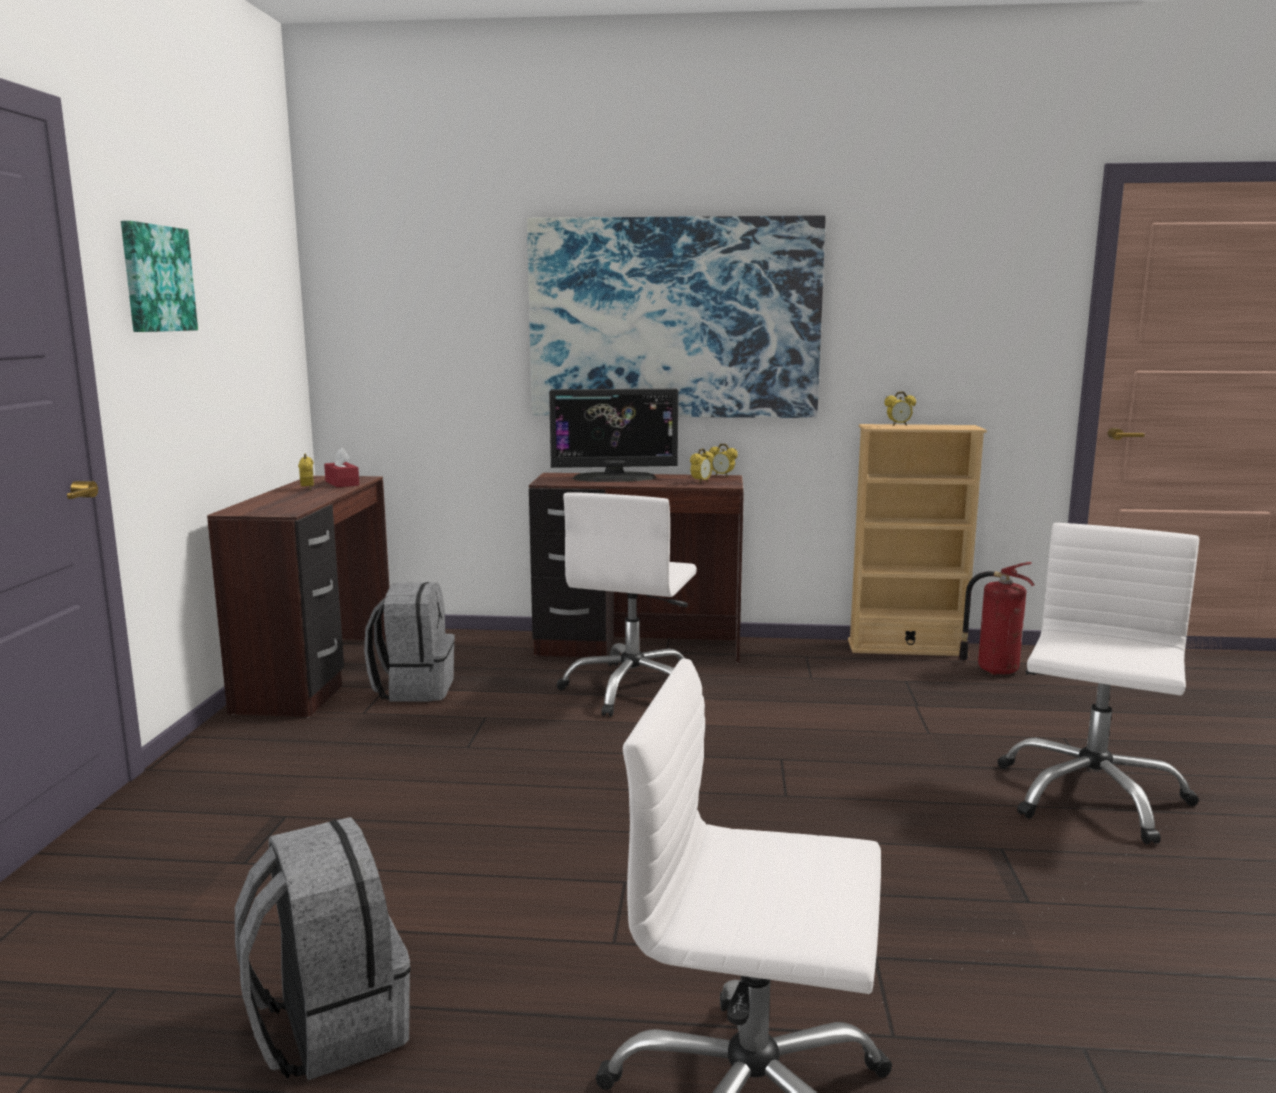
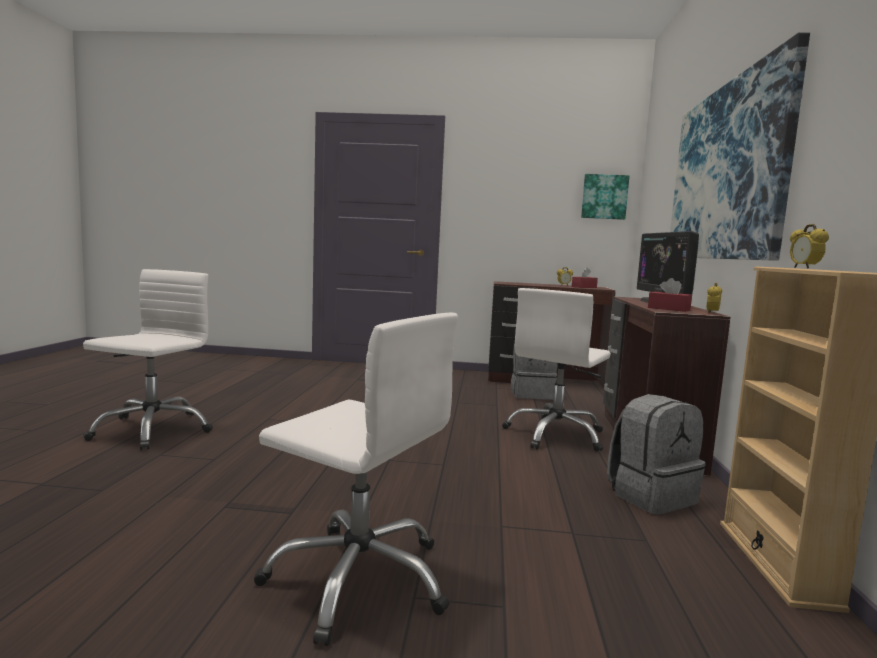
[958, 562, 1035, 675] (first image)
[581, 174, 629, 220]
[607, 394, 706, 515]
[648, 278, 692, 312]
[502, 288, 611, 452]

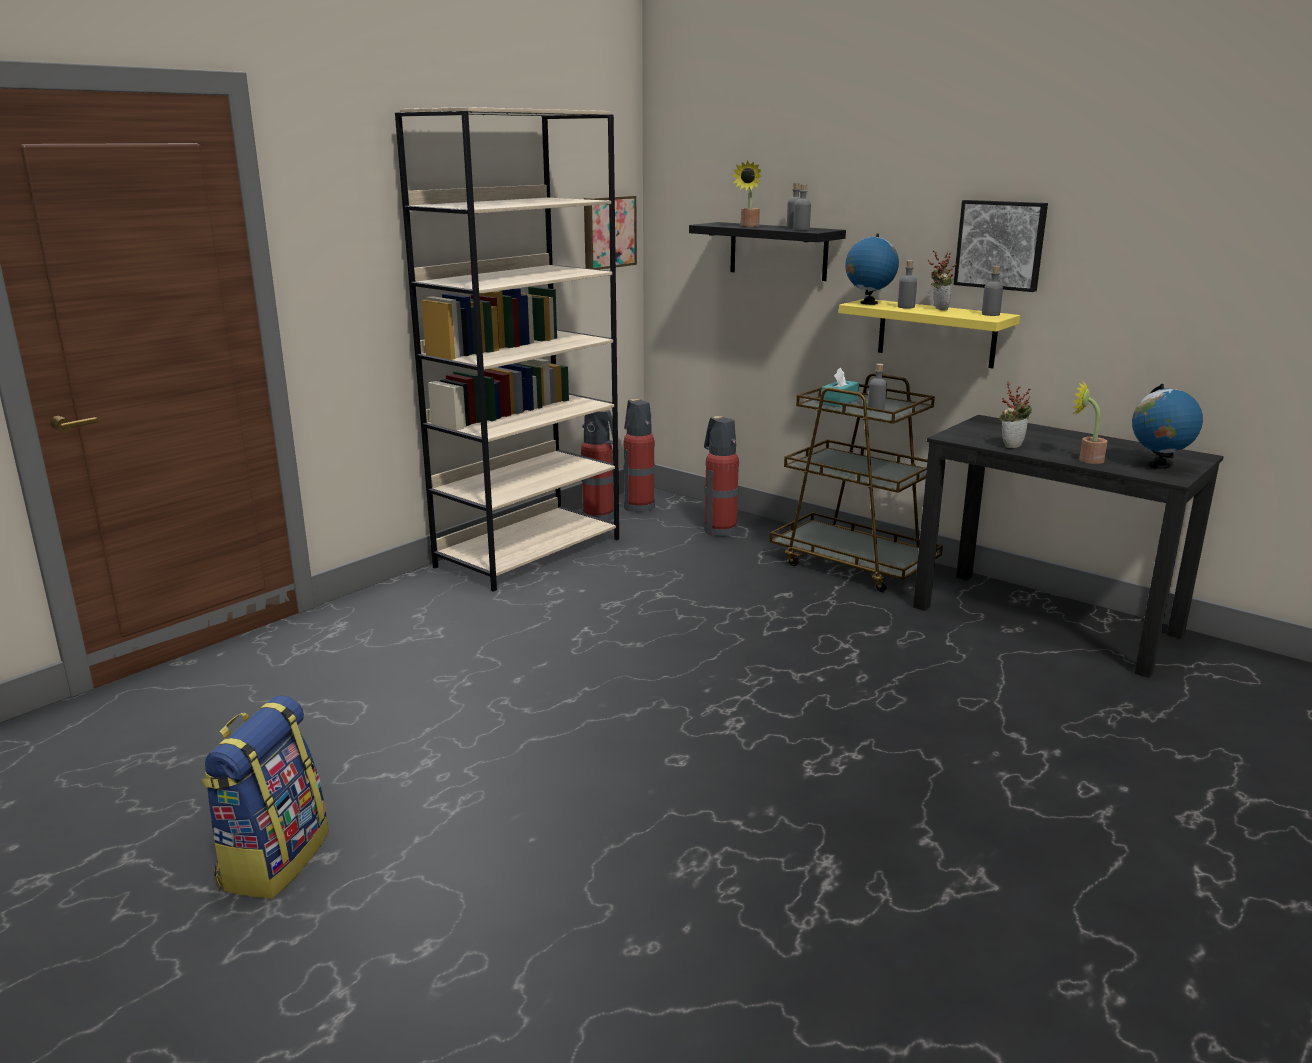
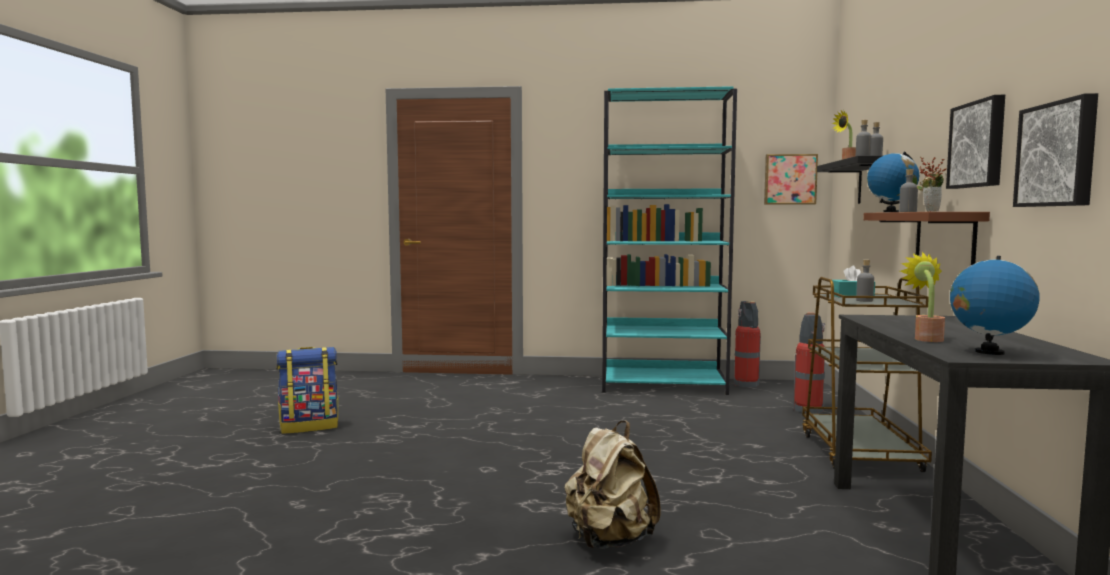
[623, 399, 655, 512] (first image)
[982, 266, 1003, 316] (first image)
[999, 382, 1032, 448] (first image)
[564, 421, 661, 549]
[1013, 93, 1098, 207]
[602, 86, 737, 395]
[863, 212, 990, 265]

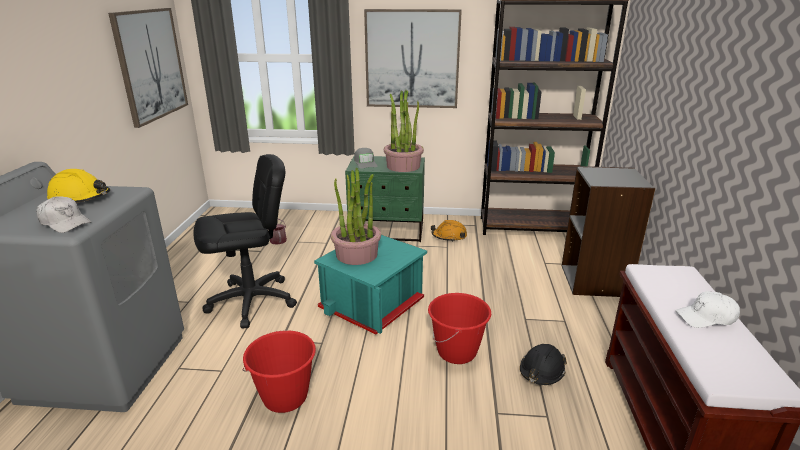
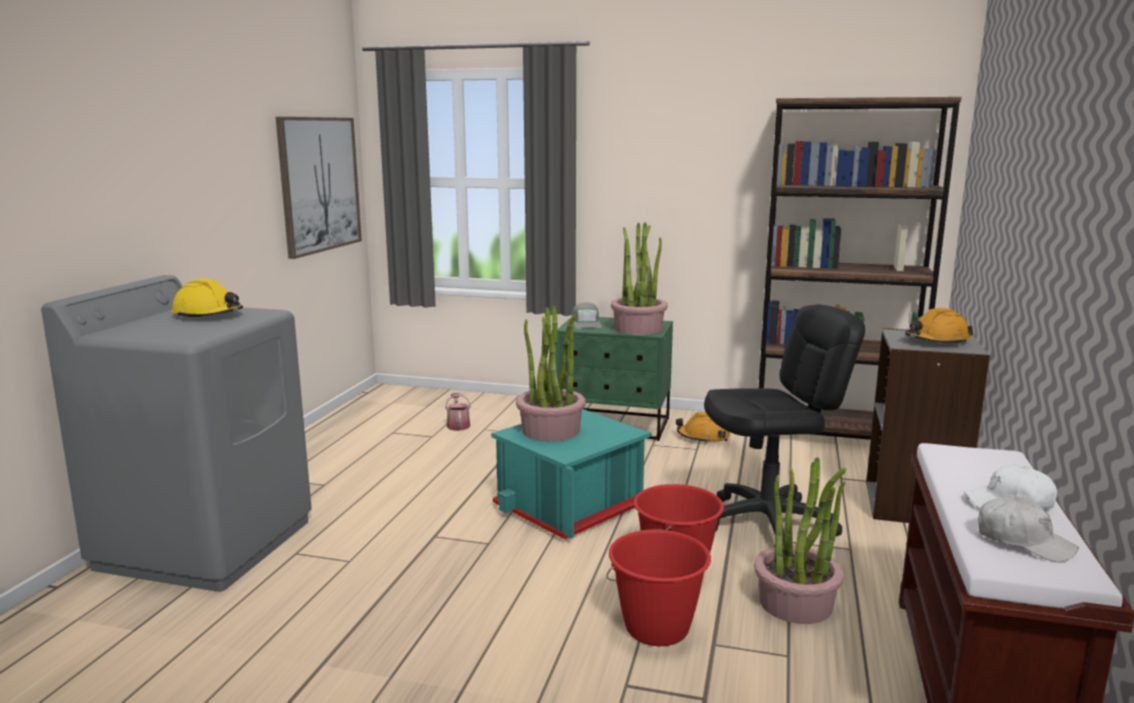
[364, 9, 462, 108] (first image)
[905, 308, 973, 345]
[978, 497, 1079, 562]
[704, 305, 865, 547]
[606, 529, 711, 646]
[754, 457, 846, 624]

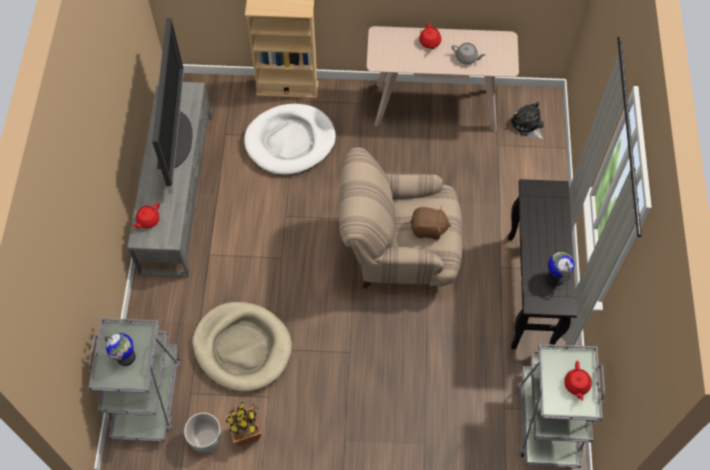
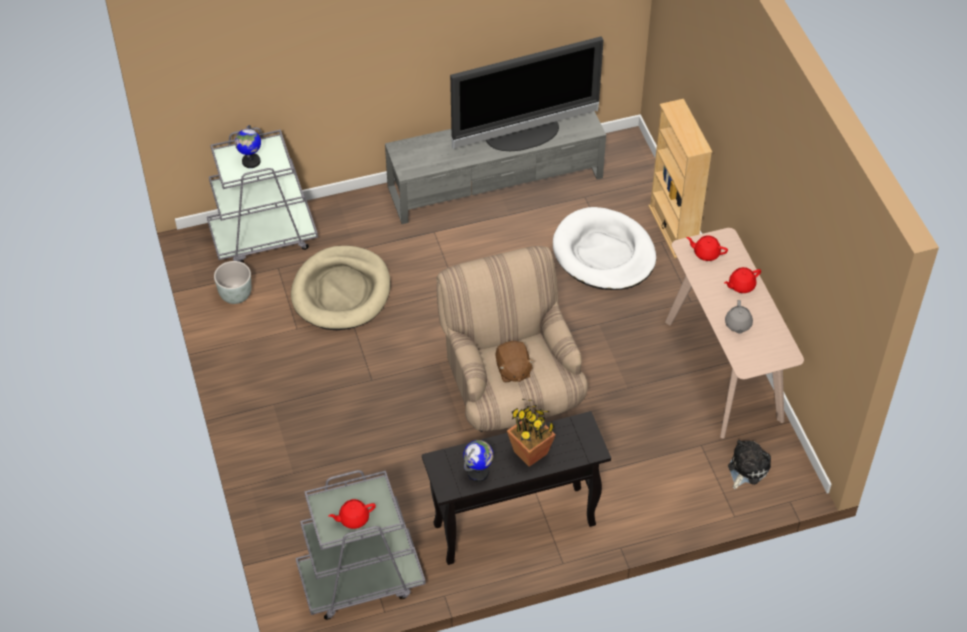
[686, 236, 728, 261]
[507, 399, 556, 467]

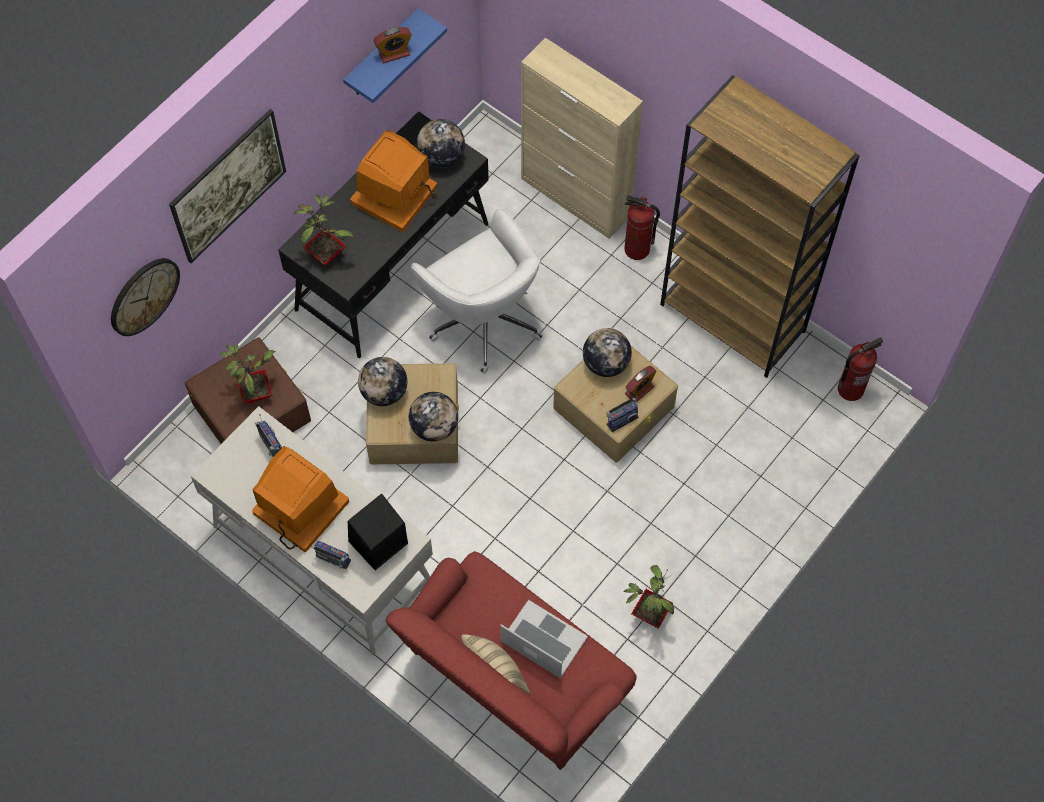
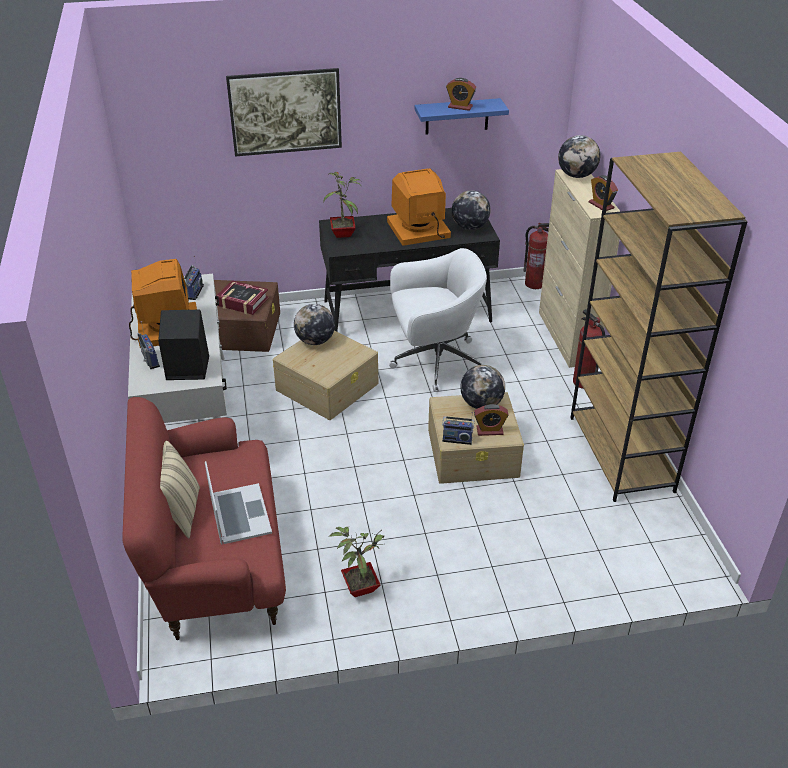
[111, 258, 180, 336] (first image)
[589, 175, 618, 211]
[558, 135, 601, 178]
[524, 223, 549, 289]
[217, 280, 269, 315]
[389, 248, 487, 392]

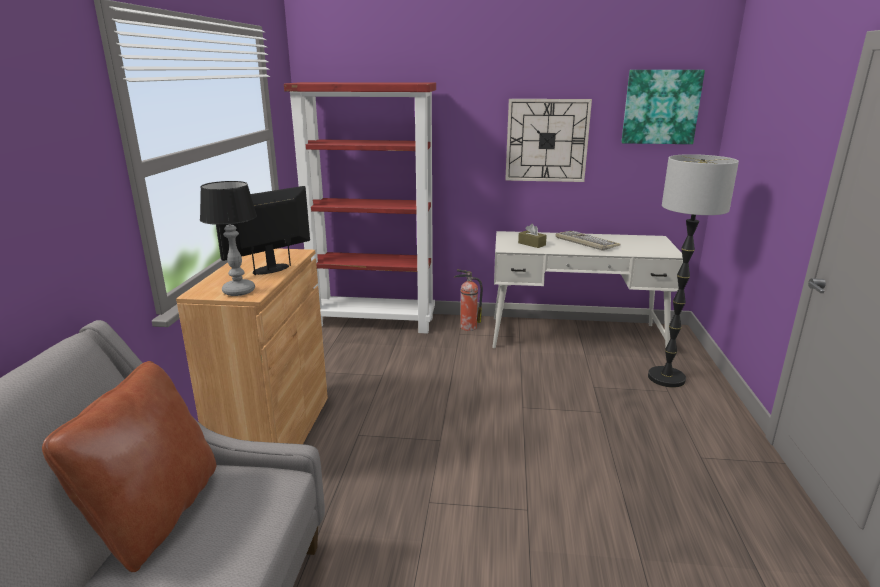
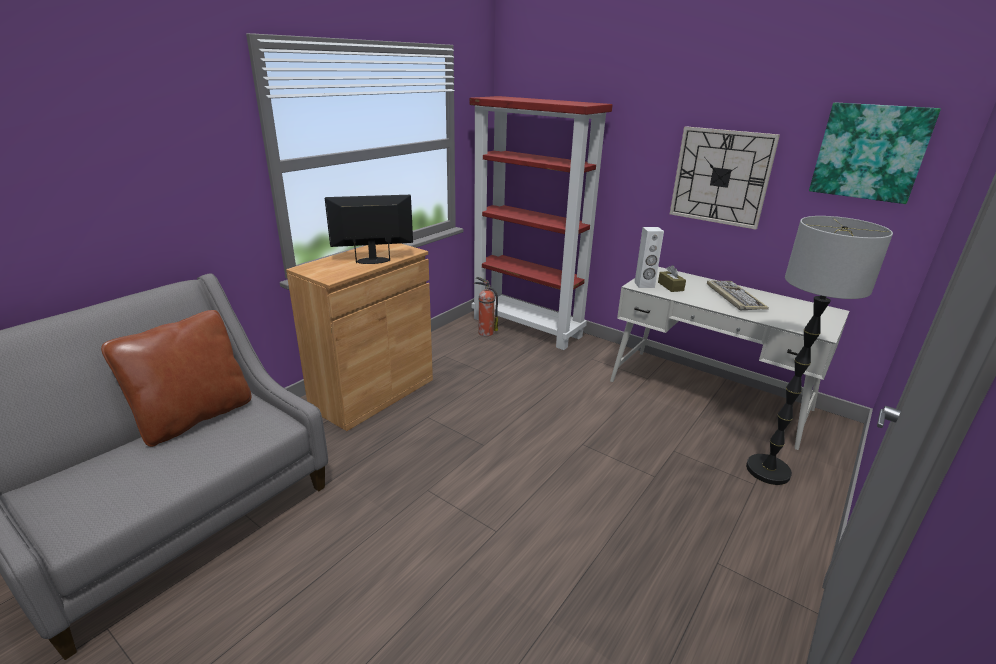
[200, 181, 257, 296] (first image)
[635, 227, 664, 288]
[474, 277, 498, 336]

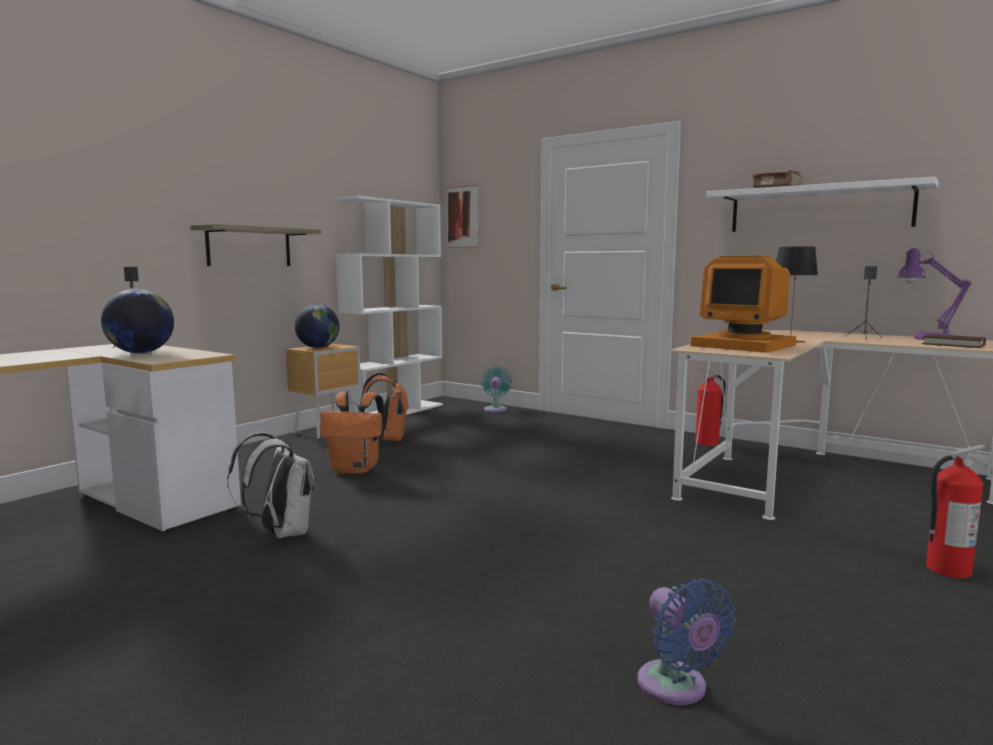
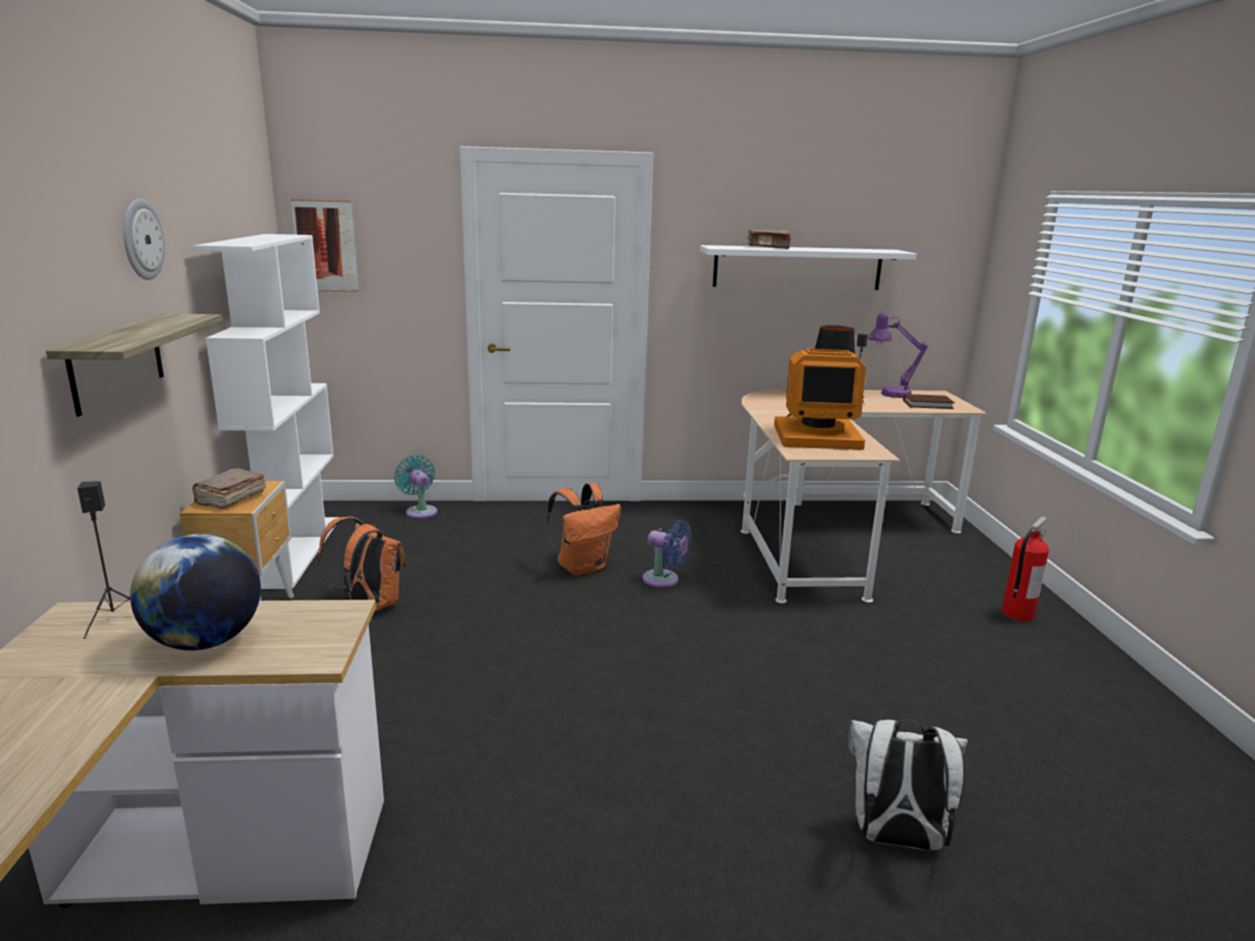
[695, 369, 726, 446] (first image)
[123, 199, 165, 280]
[849, 719, 968, 850]
[547, 483, 621, 576]
[643, 520, 691, 588]
[192, 468, 266, 510]

